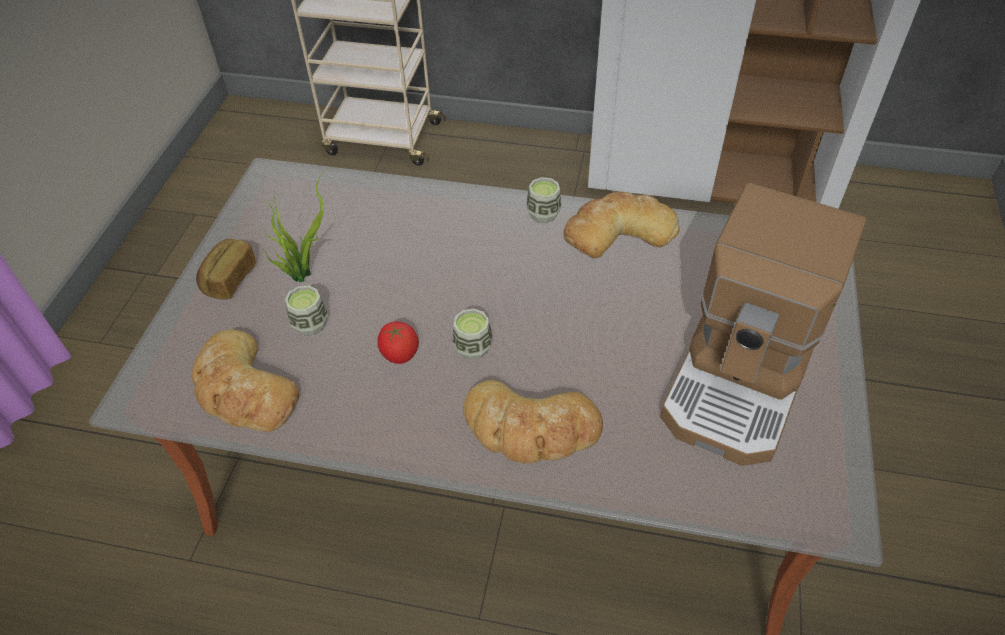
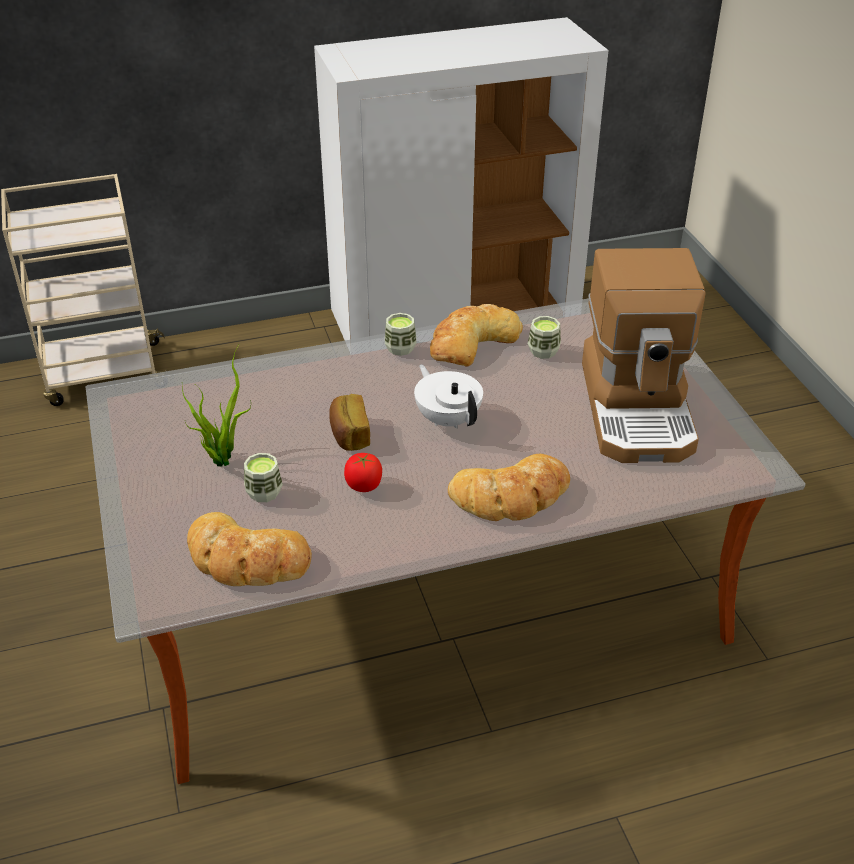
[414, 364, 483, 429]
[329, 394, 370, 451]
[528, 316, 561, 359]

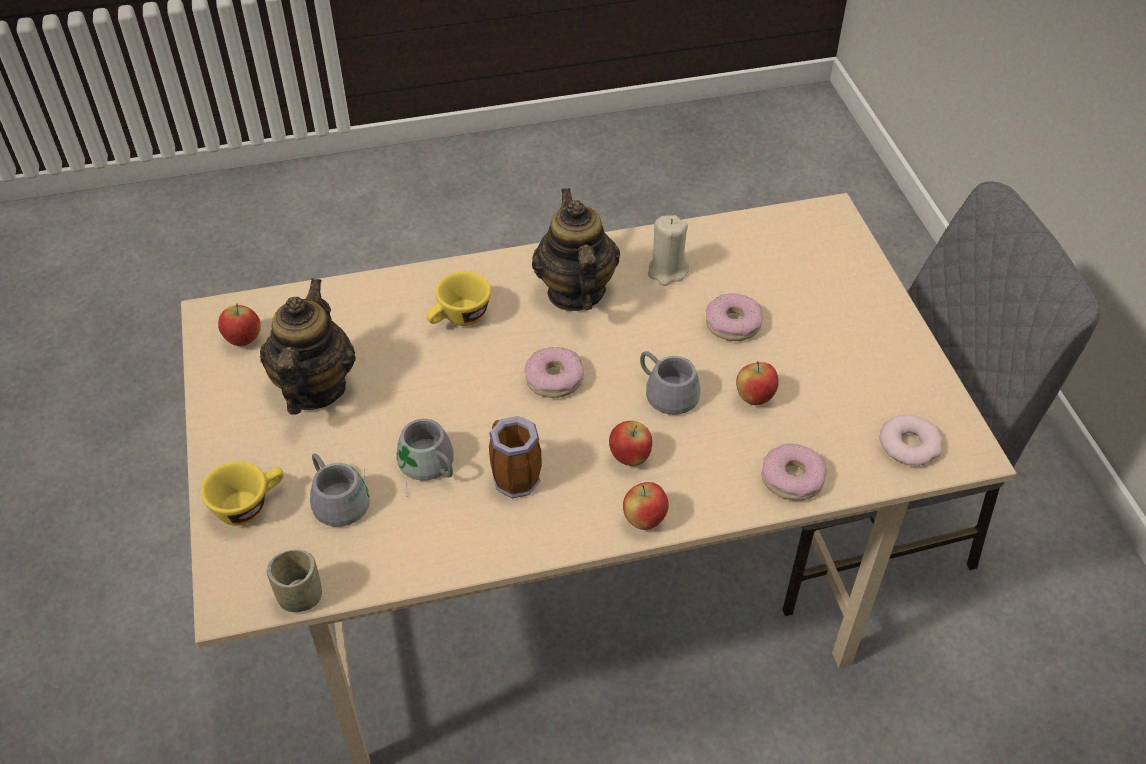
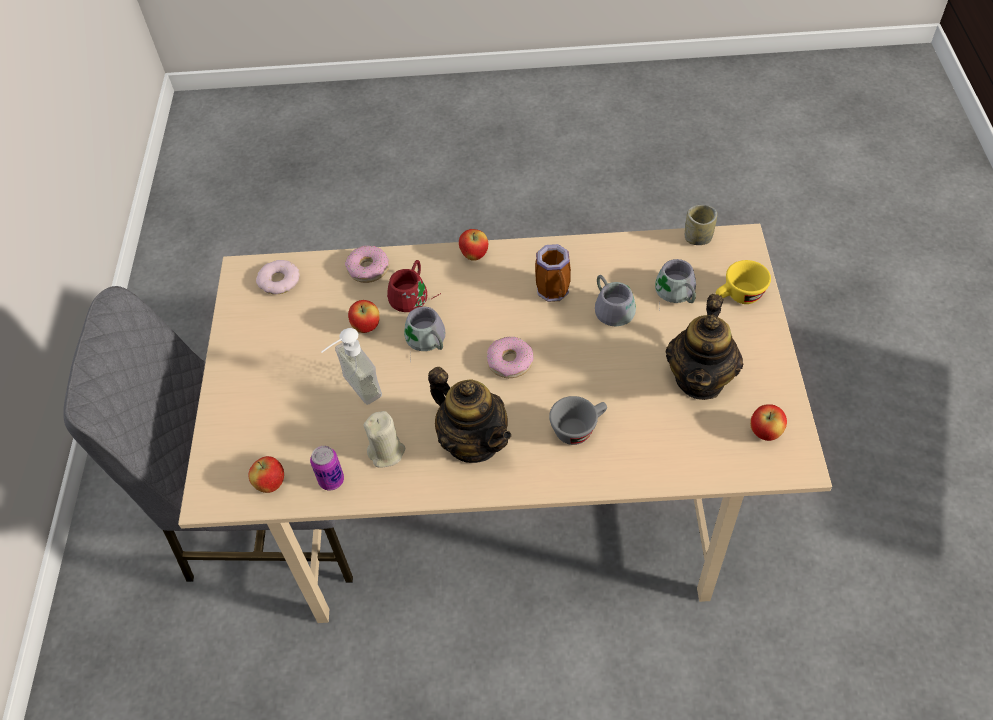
[310, 446, 344, 490]
[387, 260, 442, 312]
[249, 456, 284, 493]
[321, 328, 382, 405]
[549, 396, 607, 445]
[428, 367, 511, 463]

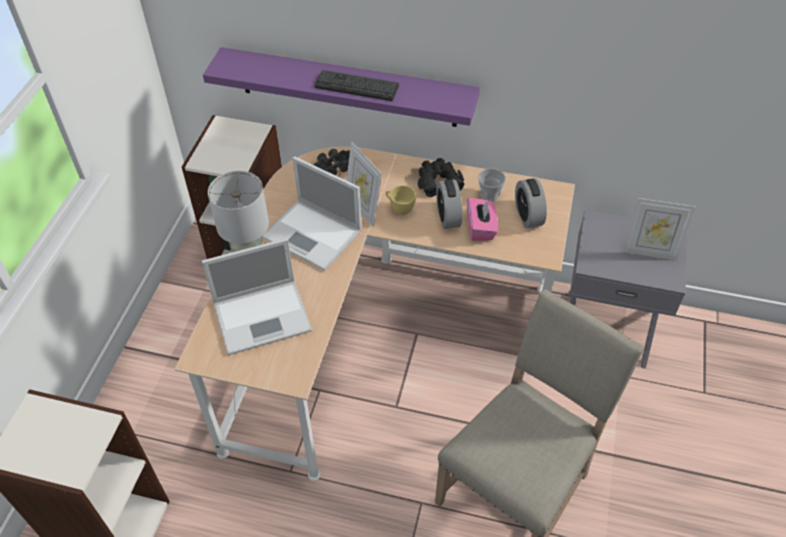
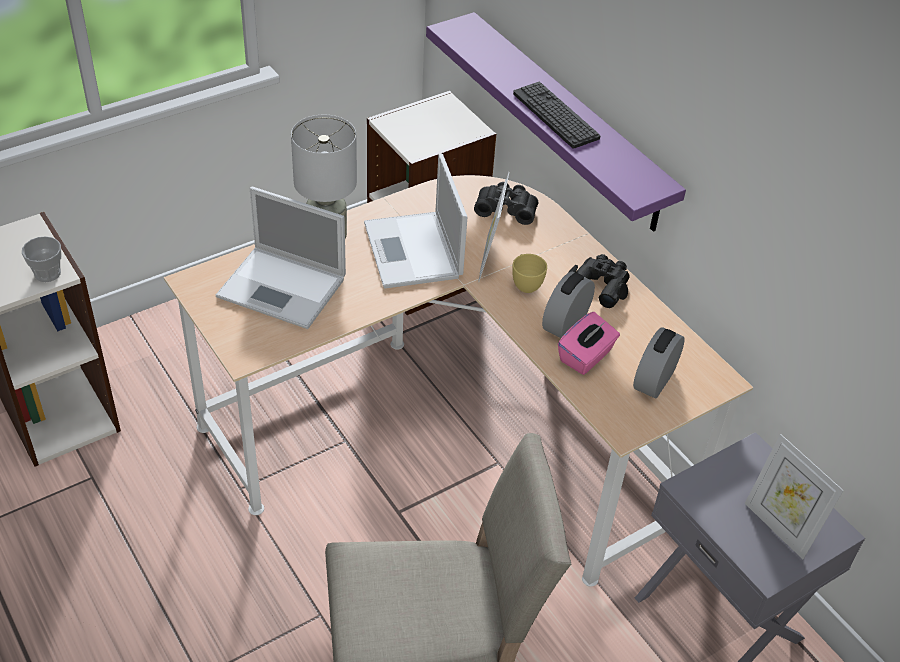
[22, 236, 61, 282]

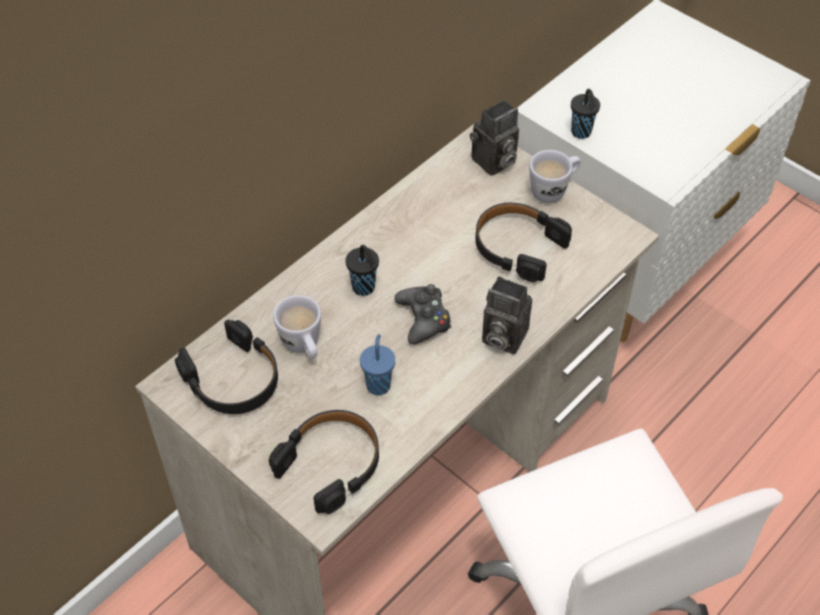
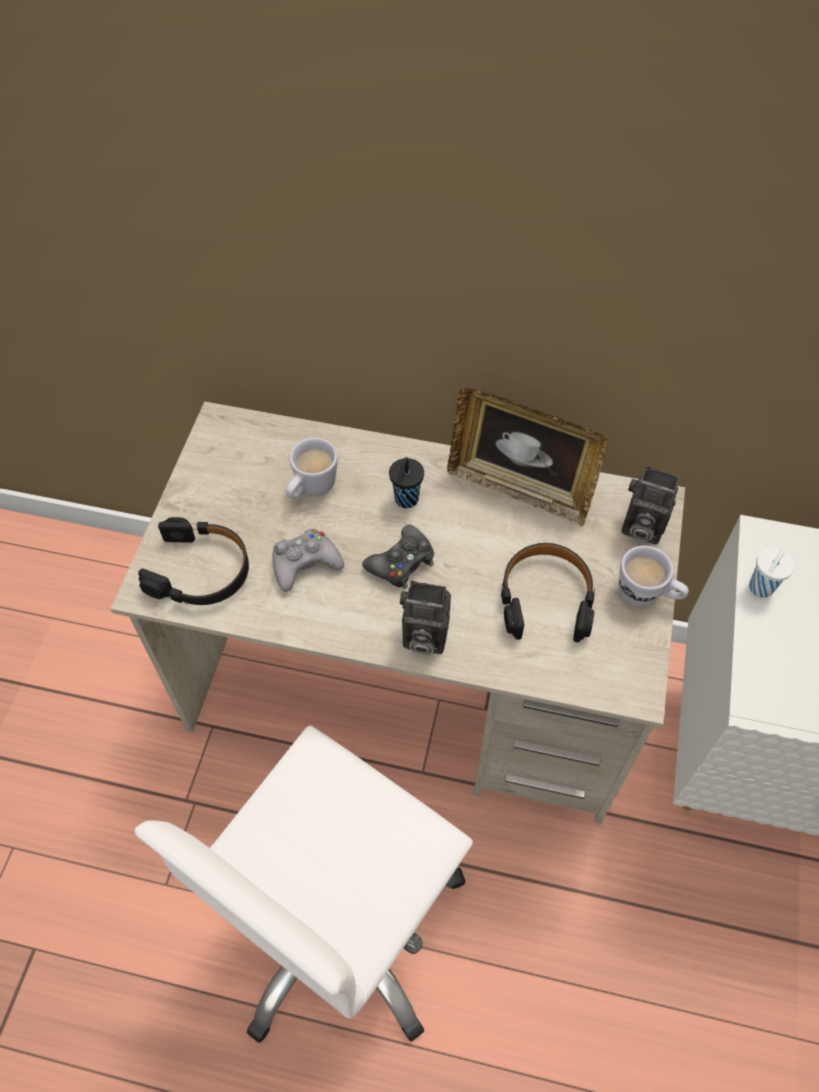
[175, 319, 278, 414] (first image)
[447, 388, 608, 527]
[272, 529, 344, 592]
[749, 548, 795, 598]
[400, 581, 451, 655]

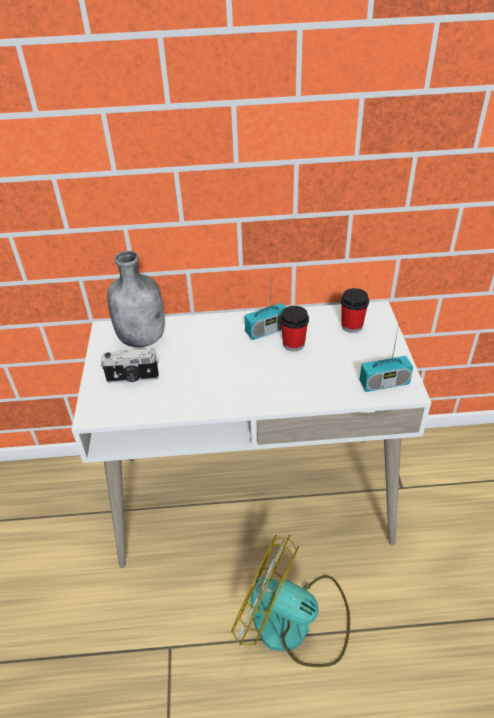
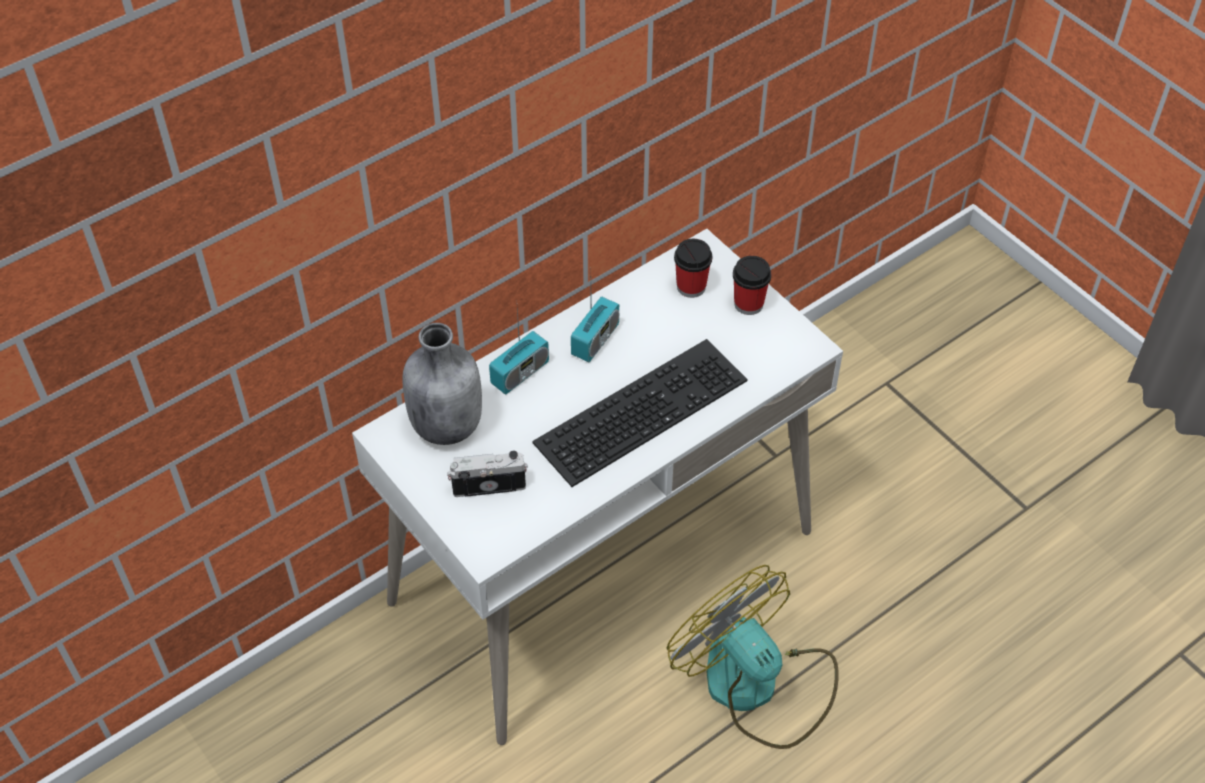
[532, 339, 748, 487]
[733, 256, 771, 315]
[489, 309, 549, 395]
[447, 450, 528, 497]
[666, 565, 839, 749]

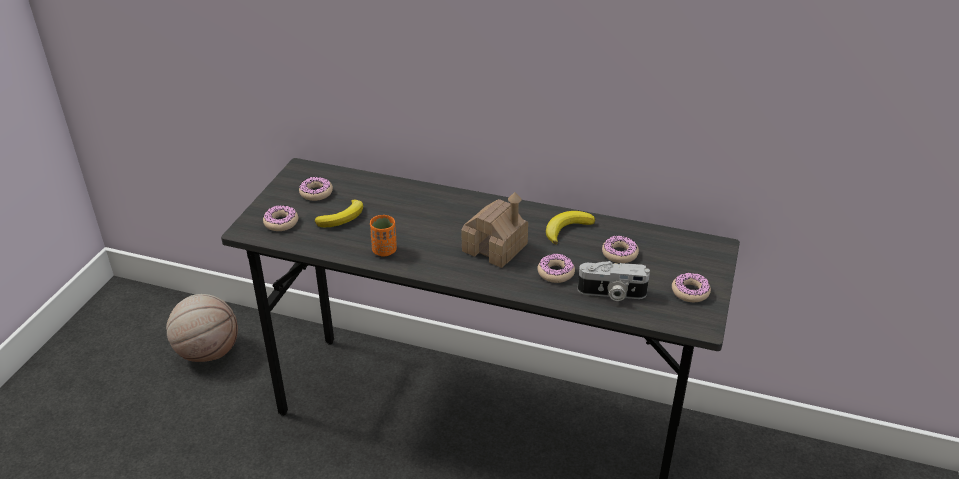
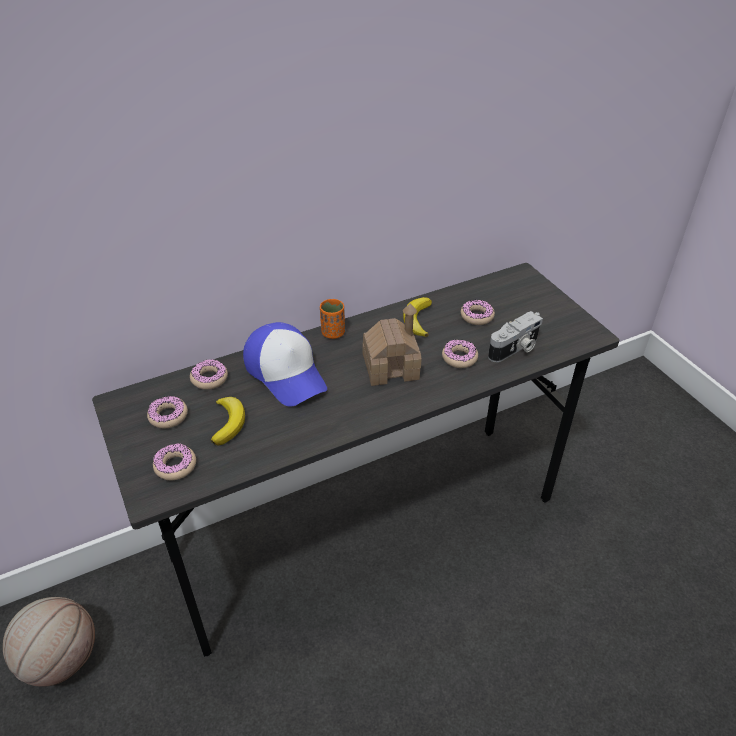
[243, 322, 327, 407]
[320, 299, 345, 339]
[190, 359, 228, 390]

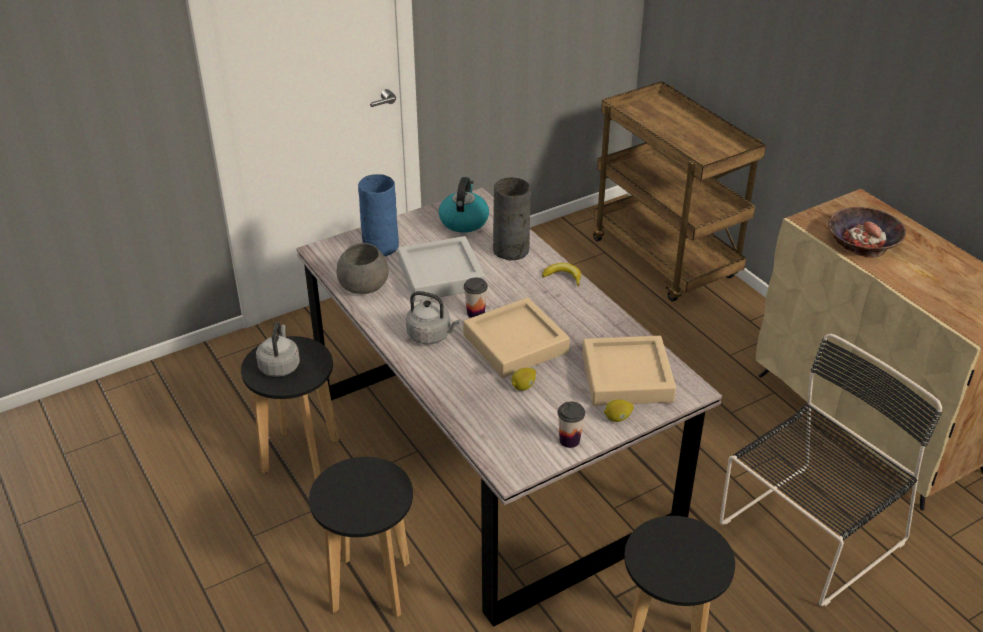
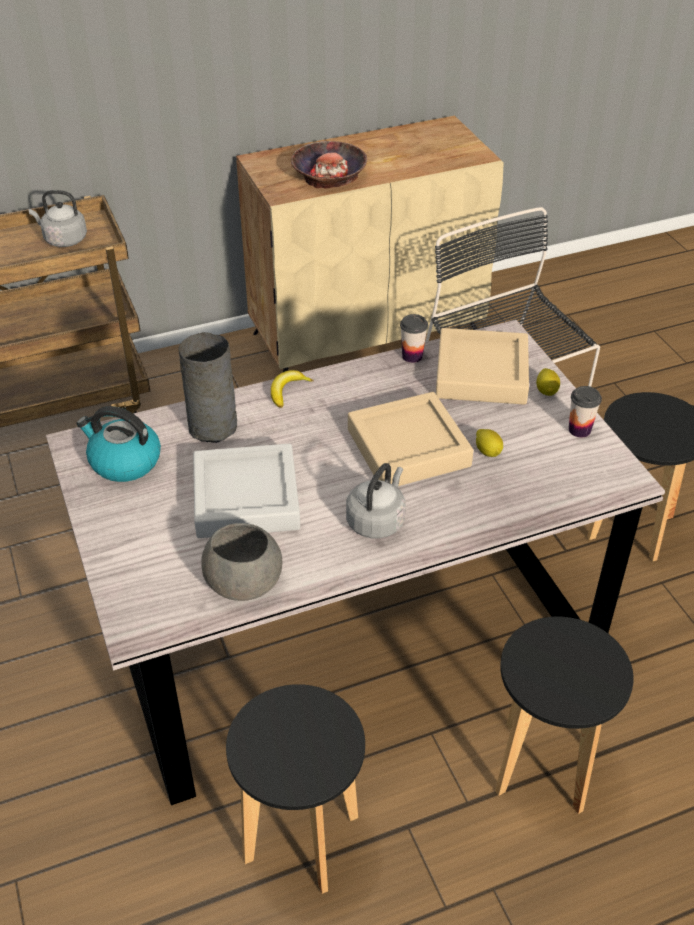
[358, 174, 399, 256] (first image)
[29, 190, 87, 247]
[400, 314, 428, 363]

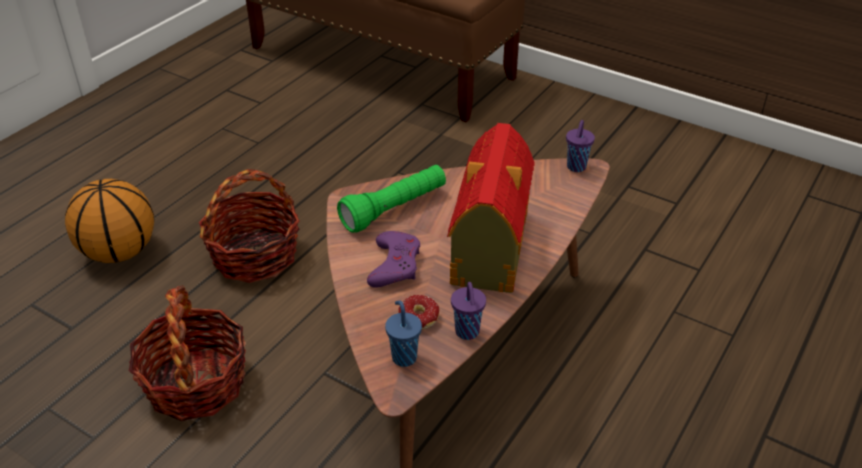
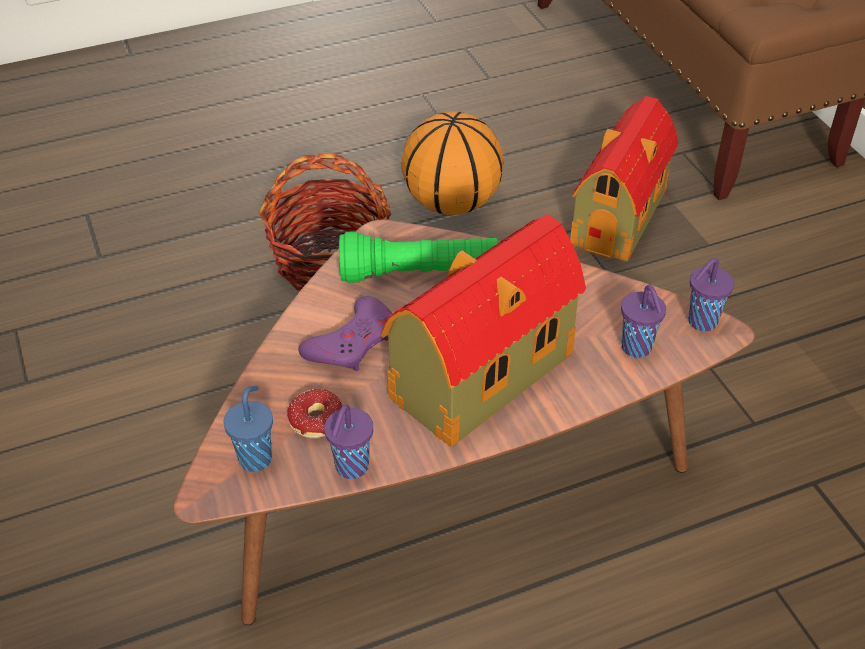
[129, 285, 246, 421] (first image)
[570, 96, 678, 261]
[621, 285, 666, 358]
[401, 111, 504, 215]

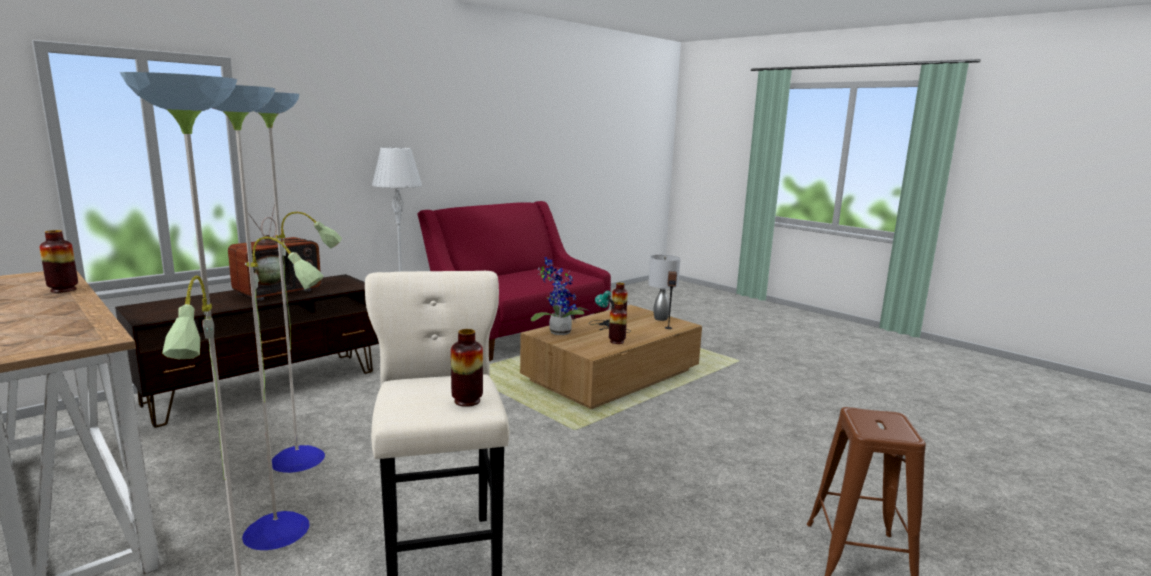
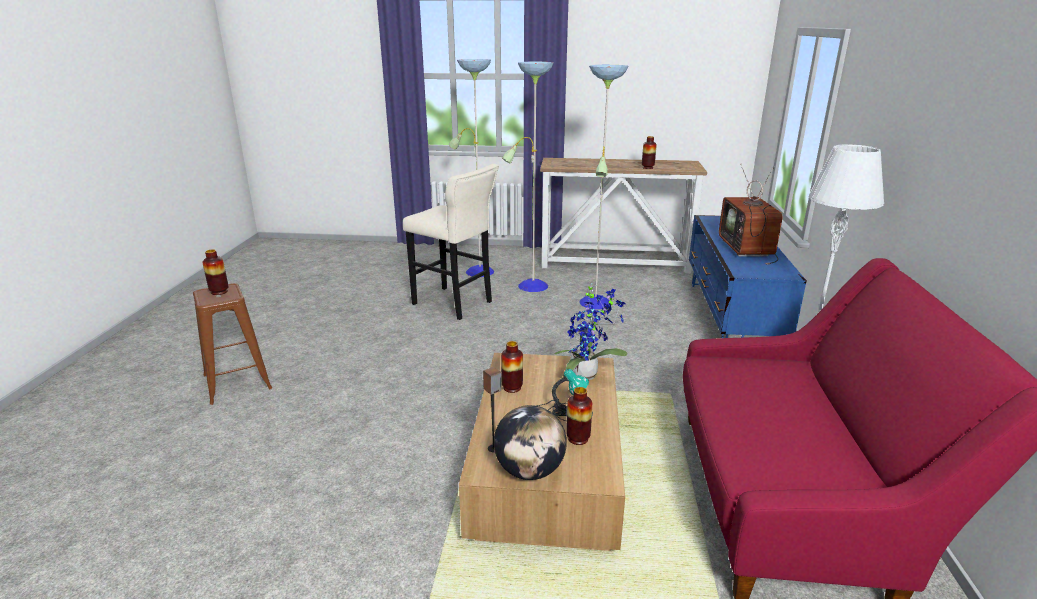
[203, 249, 229, 295]
[494, 405, 567, 480]
[689, 215, 807, 338]

